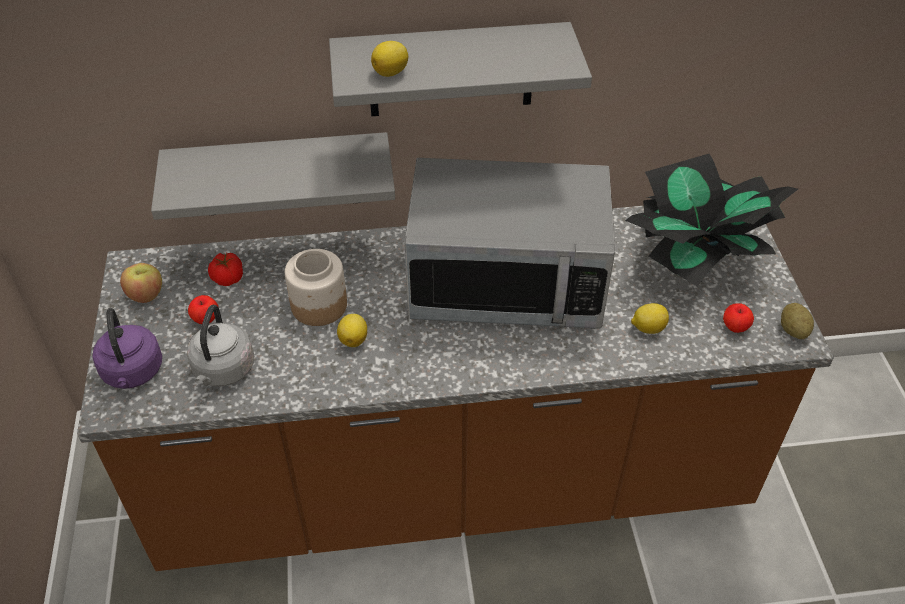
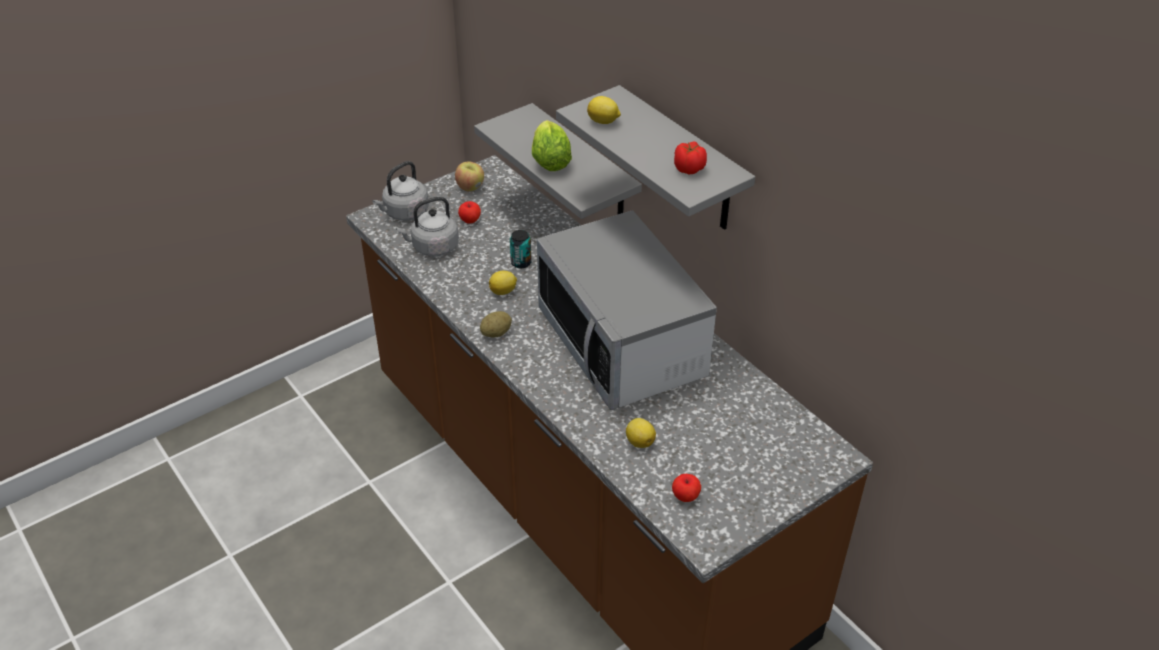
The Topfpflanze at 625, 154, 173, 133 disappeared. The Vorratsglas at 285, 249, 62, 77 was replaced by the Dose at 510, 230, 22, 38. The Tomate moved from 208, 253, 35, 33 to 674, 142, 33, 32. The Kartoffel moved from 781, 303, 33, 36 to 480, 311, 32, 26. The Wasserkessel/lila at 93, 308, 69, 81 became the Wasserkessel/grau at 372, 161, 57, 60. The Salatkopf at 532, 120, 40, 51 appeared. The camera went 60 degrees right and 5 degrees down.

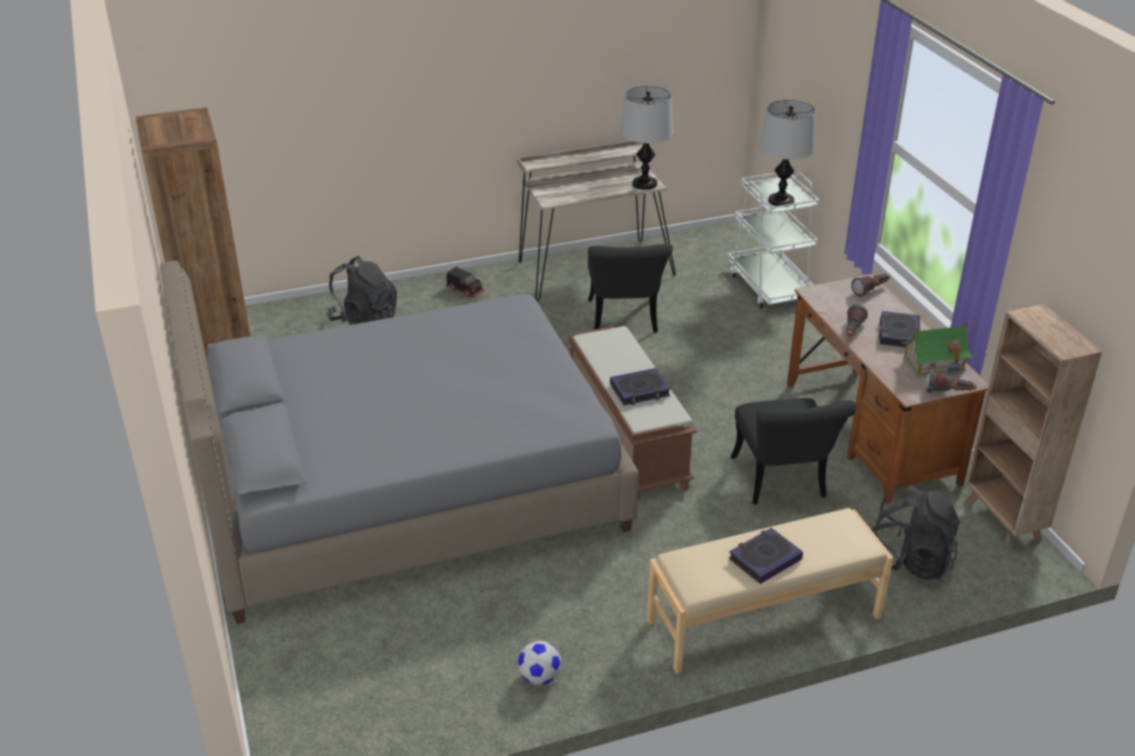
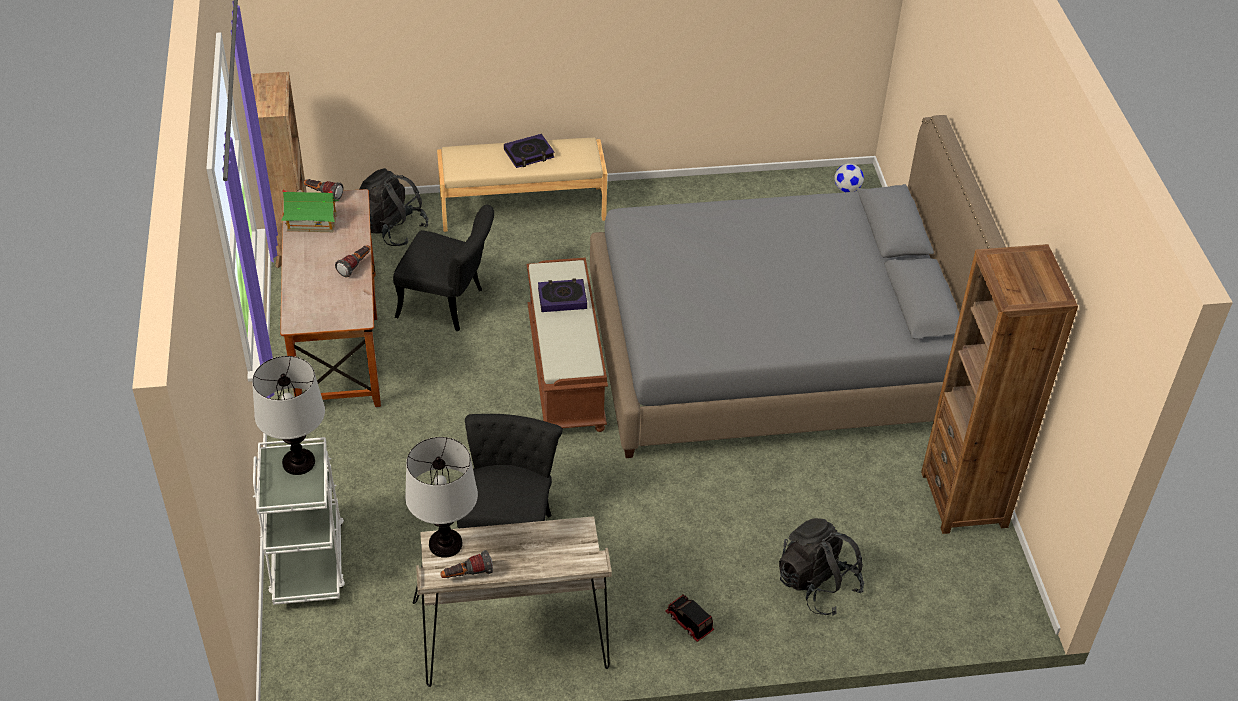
The Taschenlampe moved from 851, 274, 39, 23 to 440, 550, 53, 28. The Buch at 879, 311, 41, 36 disappeared. The Stuhl/schwarz at 731, 398, 126, 107 turned 105 degrees clockwise. The Fußball moved from 518, 641, 43, 44 to 834, 164, 30, 28. The camera went 170 degrees left and 10 degrees up.

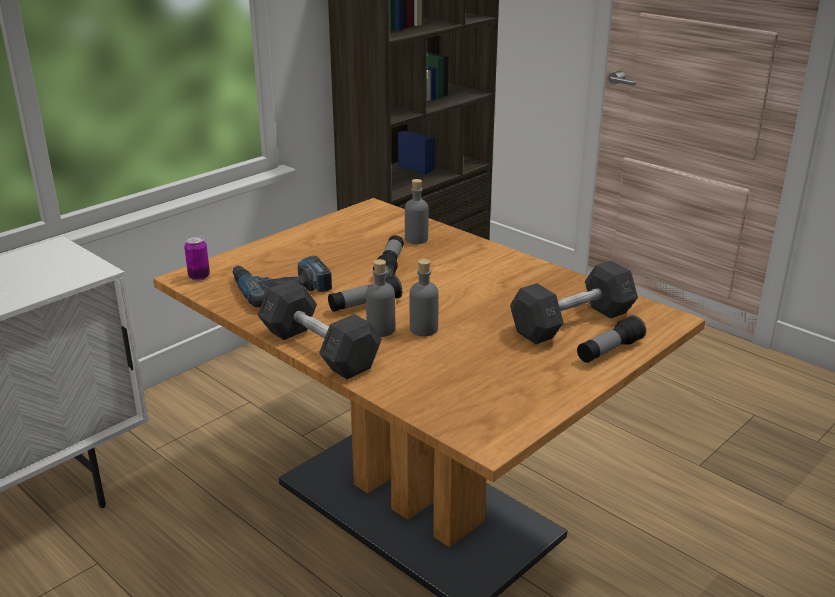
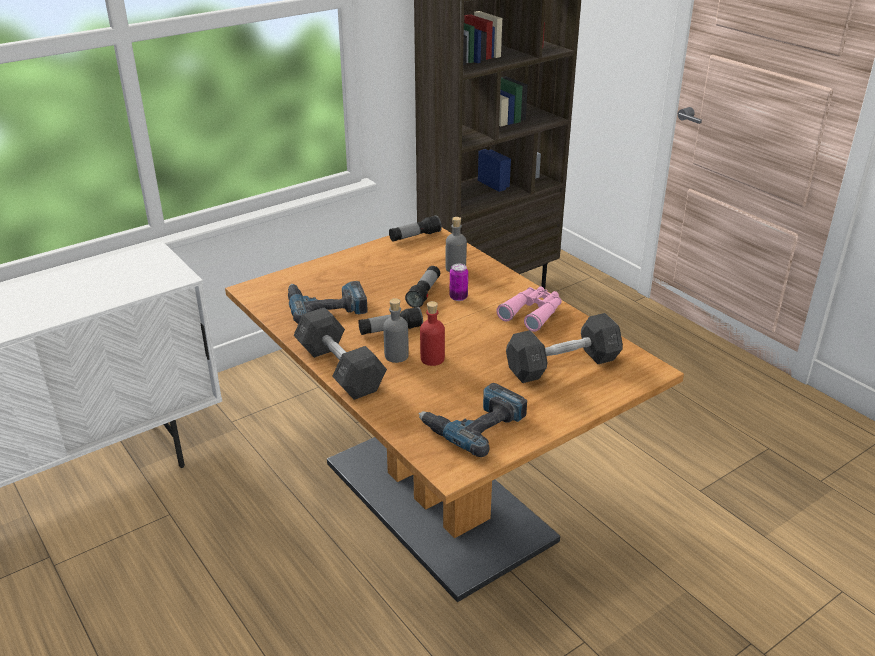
The Dose moved from 184, 236, 26, 45 to 450, 264, 18, 37. The Flasche/grau at 410, 259, 29, 77 became the Flasche/rot at 420, 301, 25, 65. The Taschenlampe moved from 577, 315, 69, 48 to 389, 215, 53, 27. The Fernglas/rosa at 496, 286, 66, 46 appeared. The Bohrmaschine at 418, 383, 109, 74 appeared. The camera went 10 degrees right and 5 degrees up.

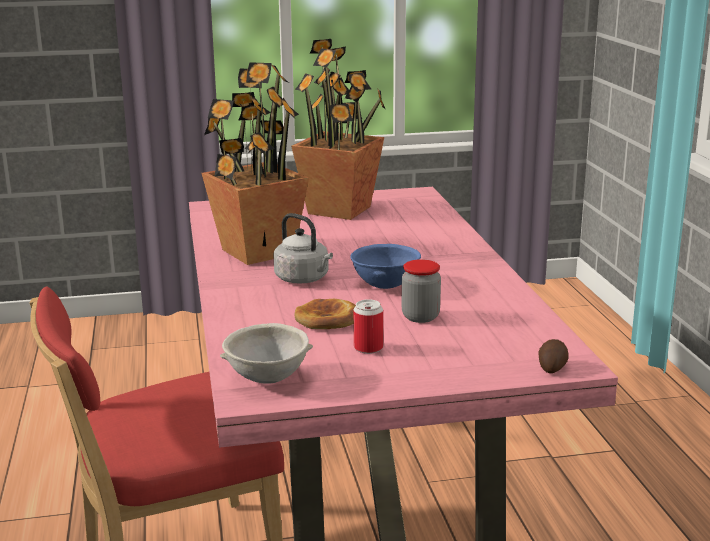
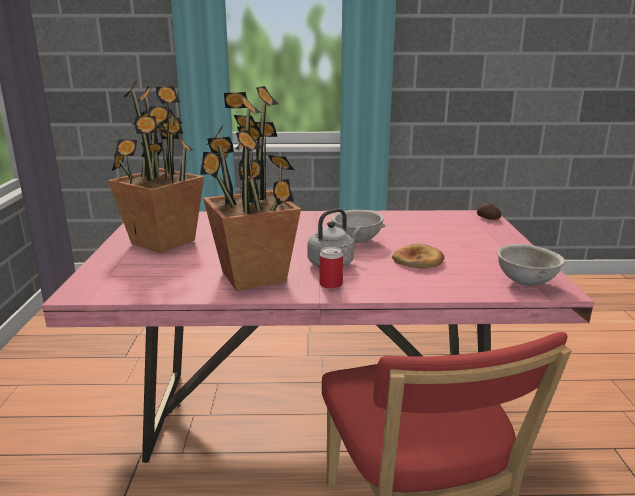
The Schüssel/blau at 350, 244, 71, 45 became the Schüssel/grau at 331, 210, 54, 33. The Vorratsglas at 402, 259, 39, 64 disappeared. The Dose moved from 354, 299, 29, 55 to 320, 247, 23, 42. The camera went 80 degrees left and 0 degrees up.

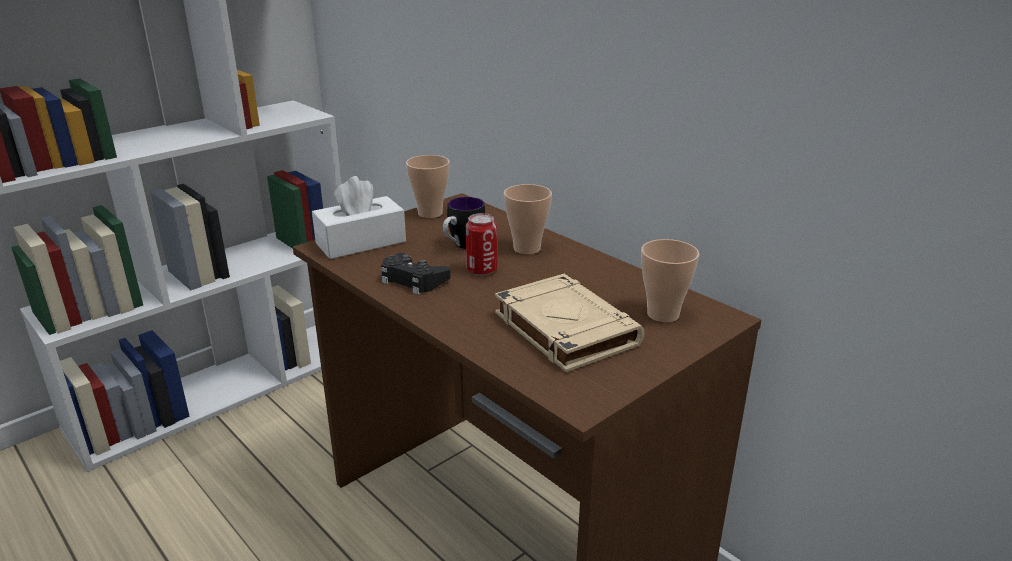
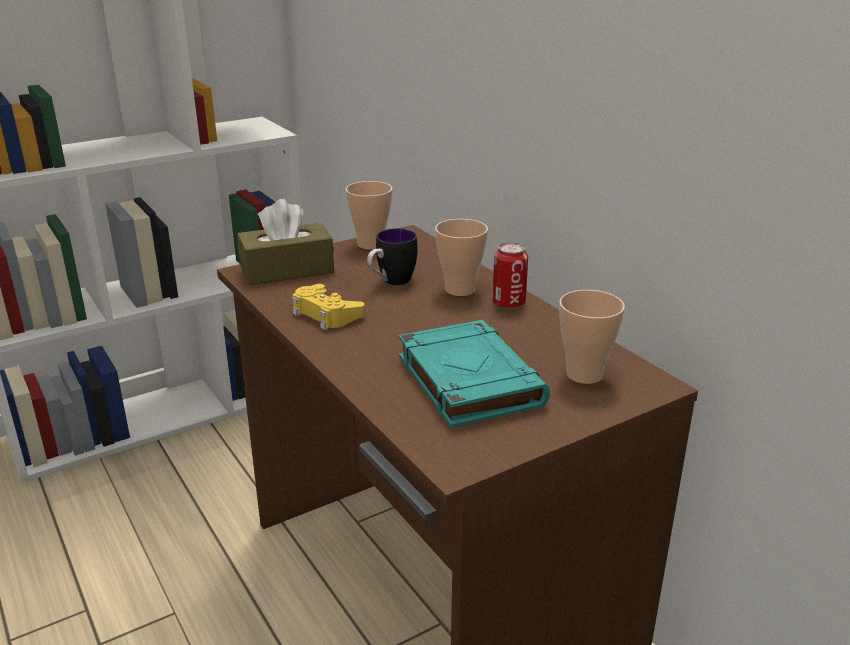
The Taschentuchbox/weiß at 312, 176, 94, 83 became the Taschentuchbox/braun at 237, 199, 97, 86. The Dose moved from 466, 213, 32, 63 to 492, 242, 36, 67. The Gamepad/schwarz at 381, 253, 70, 42 became the Gamepad/gelb at 292, 284, 73, 46. The Buch/beige at 495, 274, 150, 98 became the Buch/türkis at 399, 320, 151, 108. The camera went 10 degrees right and 0 degrees up.

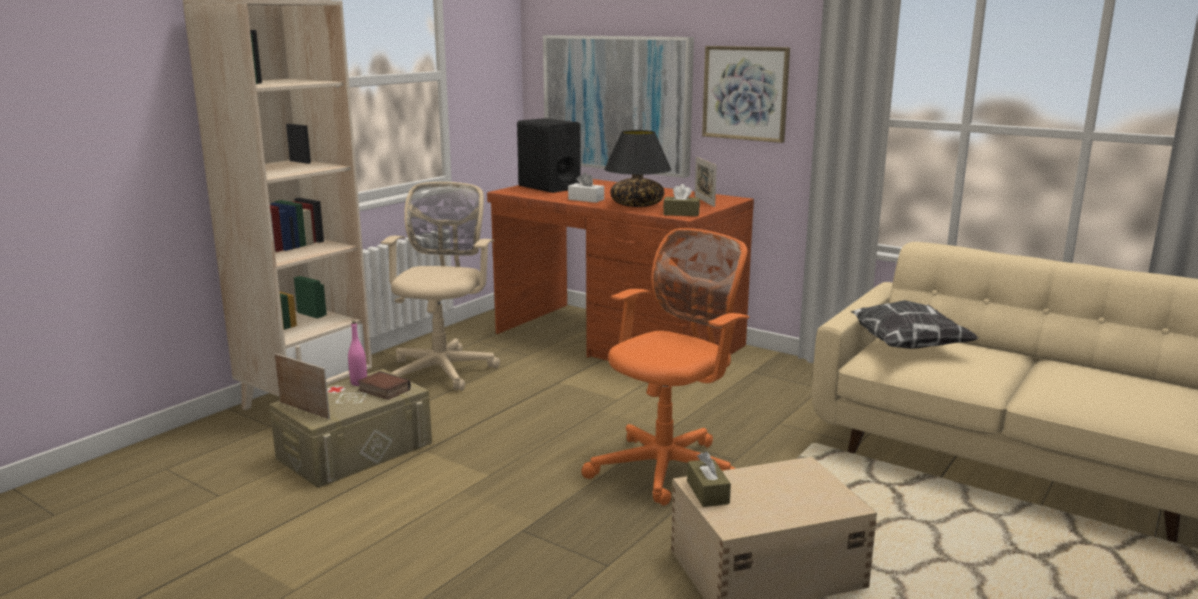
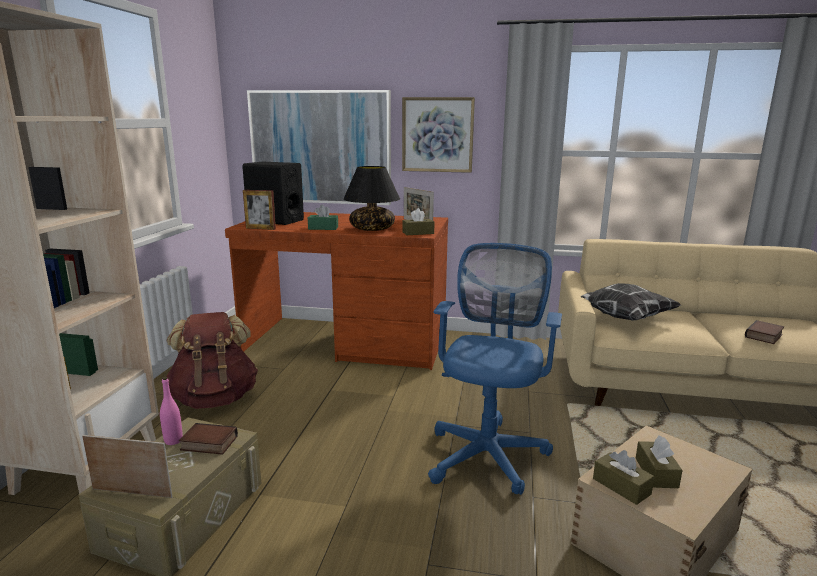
The Taschentuchbox/weiß at 568, 172, 36, 31 became the Taschentuchbox/grün at 308, 205, 30, 25. The Bürostuhl/beige at 381, 182, 119, 209 was replaced by the Rucksack/braun at 166, 312, 92, 97. The Bürostuhl/orange at 581, 228, 168, 278 became the Bürostuhl/blau at 428, 243, 134, 252. The Bilderrahmen at 243, 190, 33, 40 appeared. The Buch at 745, 320, 39, 24 appeared. The Taschentuchbox/braun at 636, 435, 47, 53 appeared. The camera went 25 degrees left and 0 degrees up.

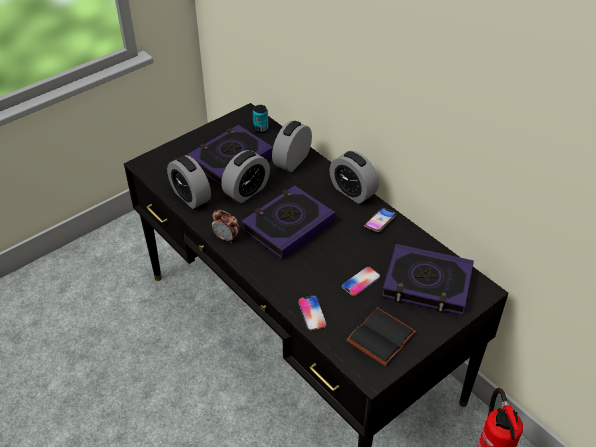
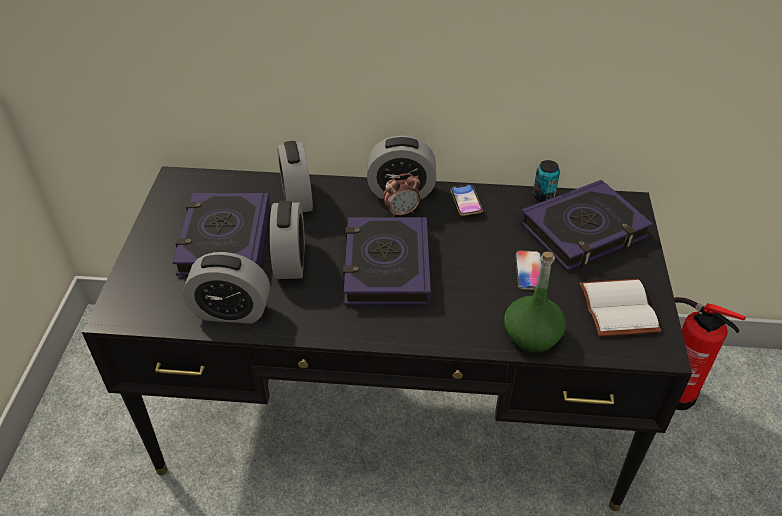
The Dose moved from 253, 105, 15, 28 to 533, 160, 27, 42. The Wecker moved from 211, 210, 28, 33 to 383, 173, 37, 44. The Handy at 298, 295, 29, 35 was replaced by the Flasche/grün at 504, 251, 62, 102. The Buch/schwarz at 346, 308, 70, 58 became the Buch/weiß at 580, 279, 81, 57. The camera went 45 degrees left and 0 degrees up.

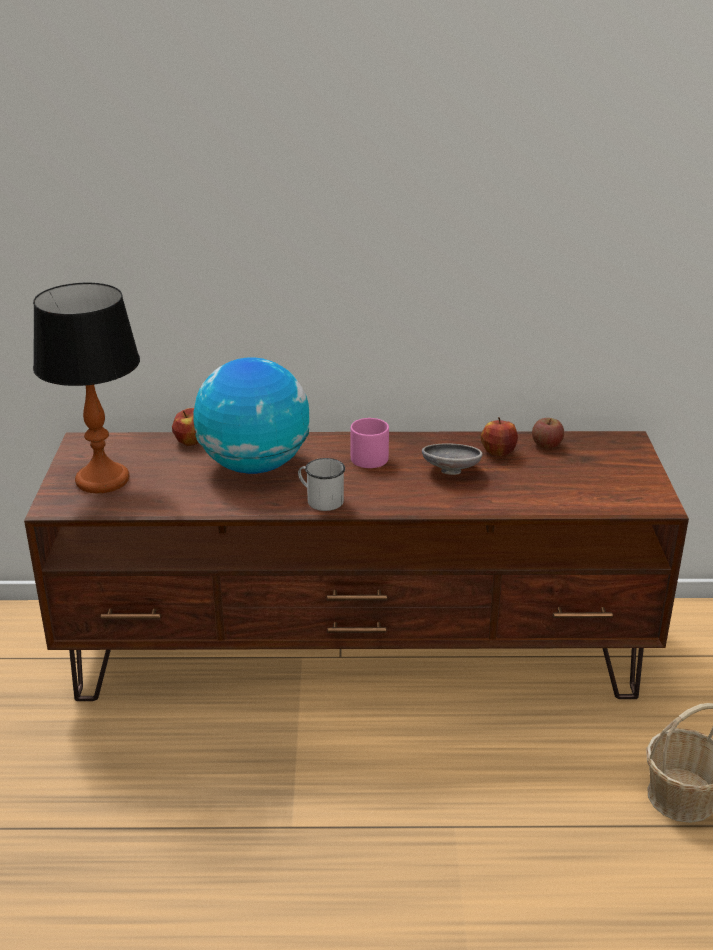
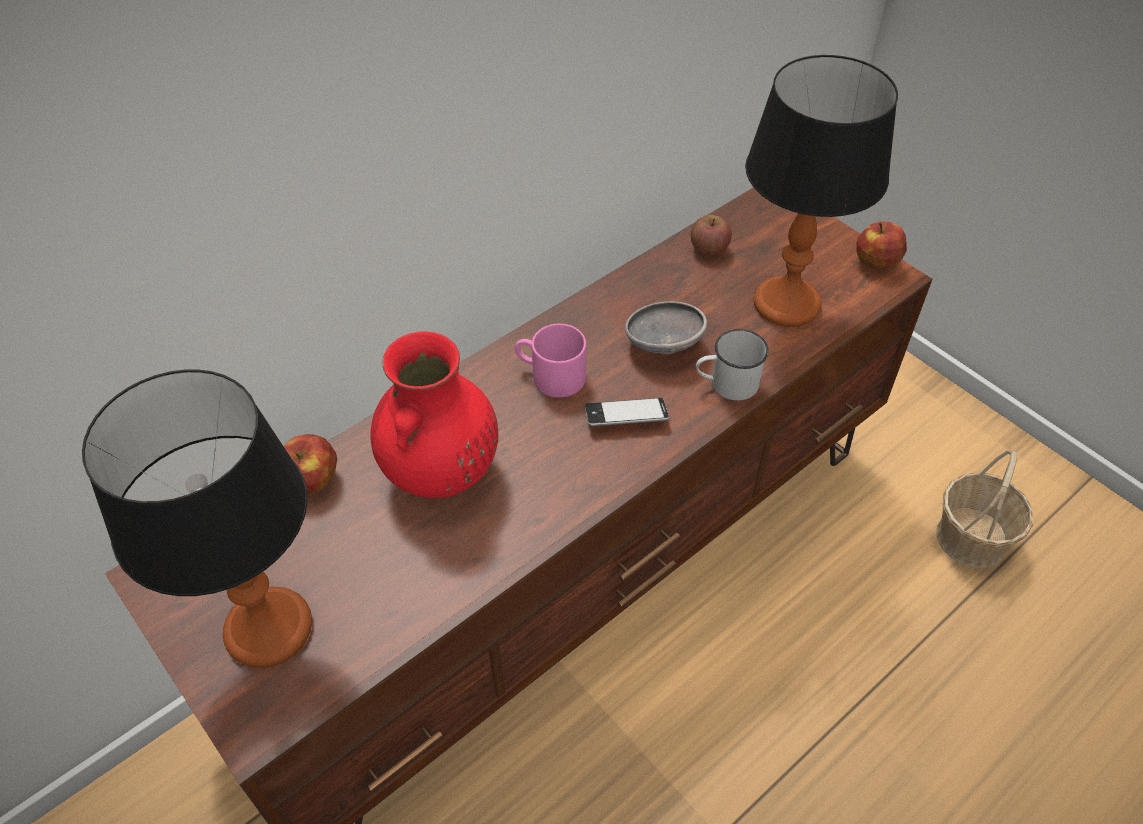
The Globus at 193, 357, 116, 117 was replaced by the Vase/rot at 370, 331, 128, 167. The Apfel moved from 481, 417, 37, 39 to 856, 221, 51, 49. The Henkelbecher/weiß moved from 298, 458, 47, 53 to 696, 329, 73, 72. The Tischlampe at 745, 55, 153, 272 appeared. The Handy at 585, 398, 84, 28 appeared. The camera went 40 degrees left and 20 degrees up.

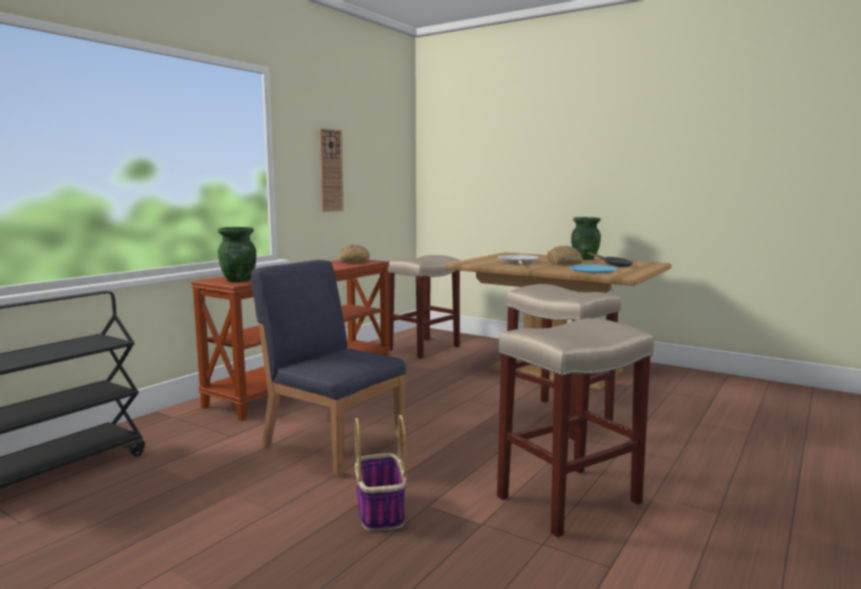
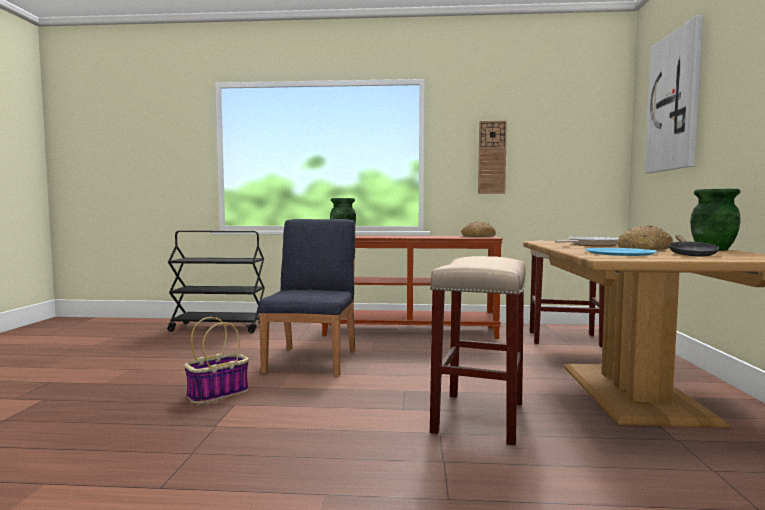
The Hocker/beige at 497, 318, 157, 219 disappeared. The Bild at 645, 15, 58, 158 appeared. The camera went 60 degrees right and 5 degrees down.

